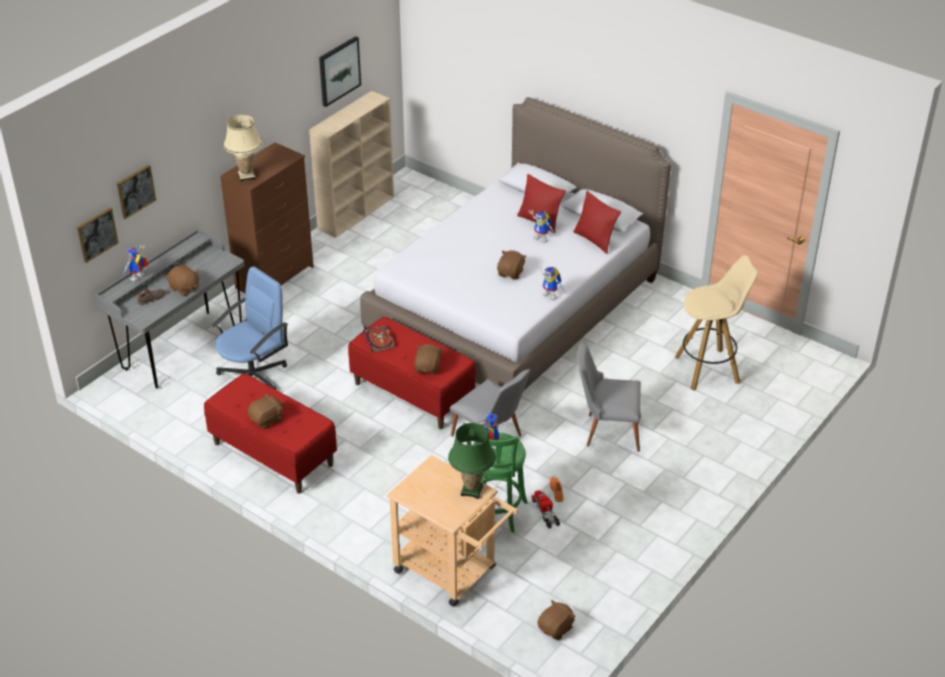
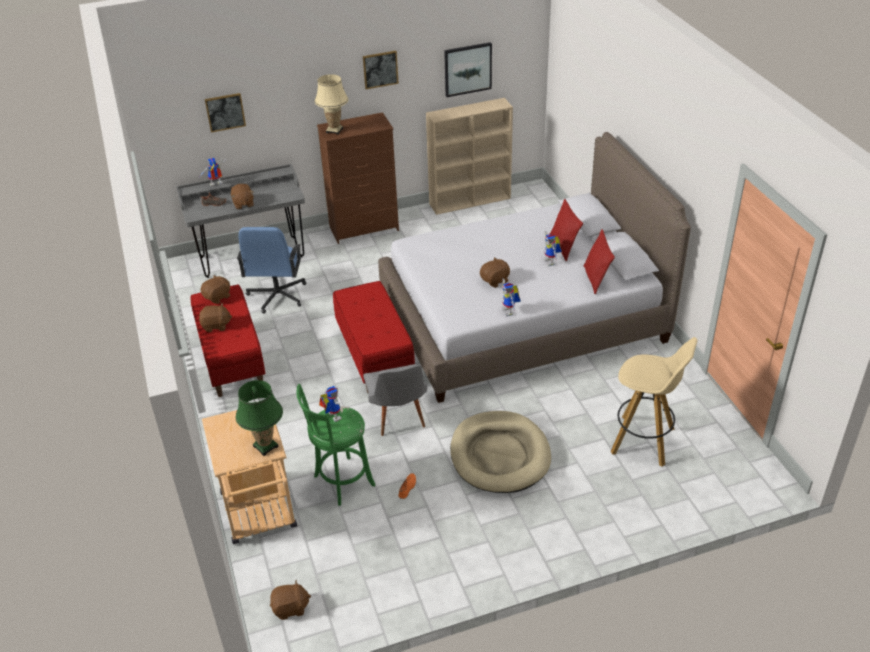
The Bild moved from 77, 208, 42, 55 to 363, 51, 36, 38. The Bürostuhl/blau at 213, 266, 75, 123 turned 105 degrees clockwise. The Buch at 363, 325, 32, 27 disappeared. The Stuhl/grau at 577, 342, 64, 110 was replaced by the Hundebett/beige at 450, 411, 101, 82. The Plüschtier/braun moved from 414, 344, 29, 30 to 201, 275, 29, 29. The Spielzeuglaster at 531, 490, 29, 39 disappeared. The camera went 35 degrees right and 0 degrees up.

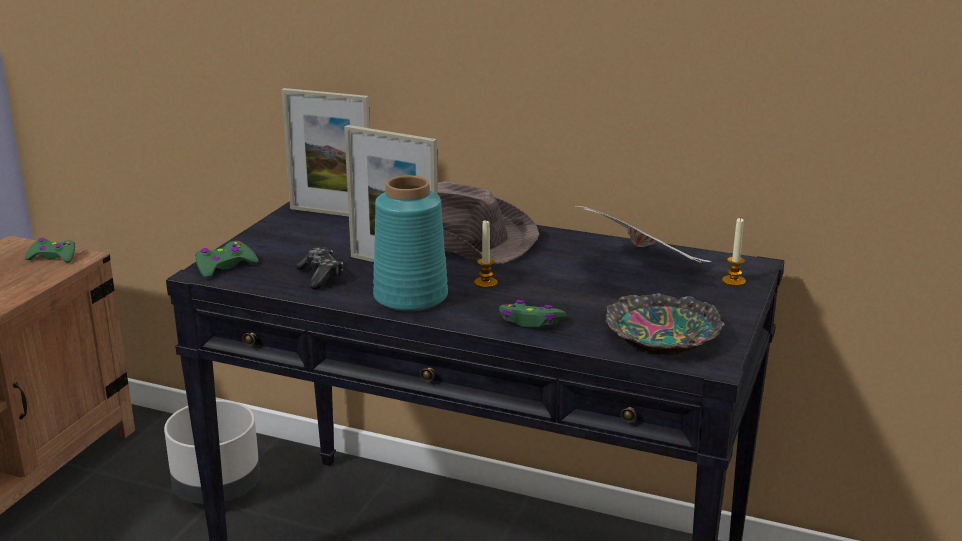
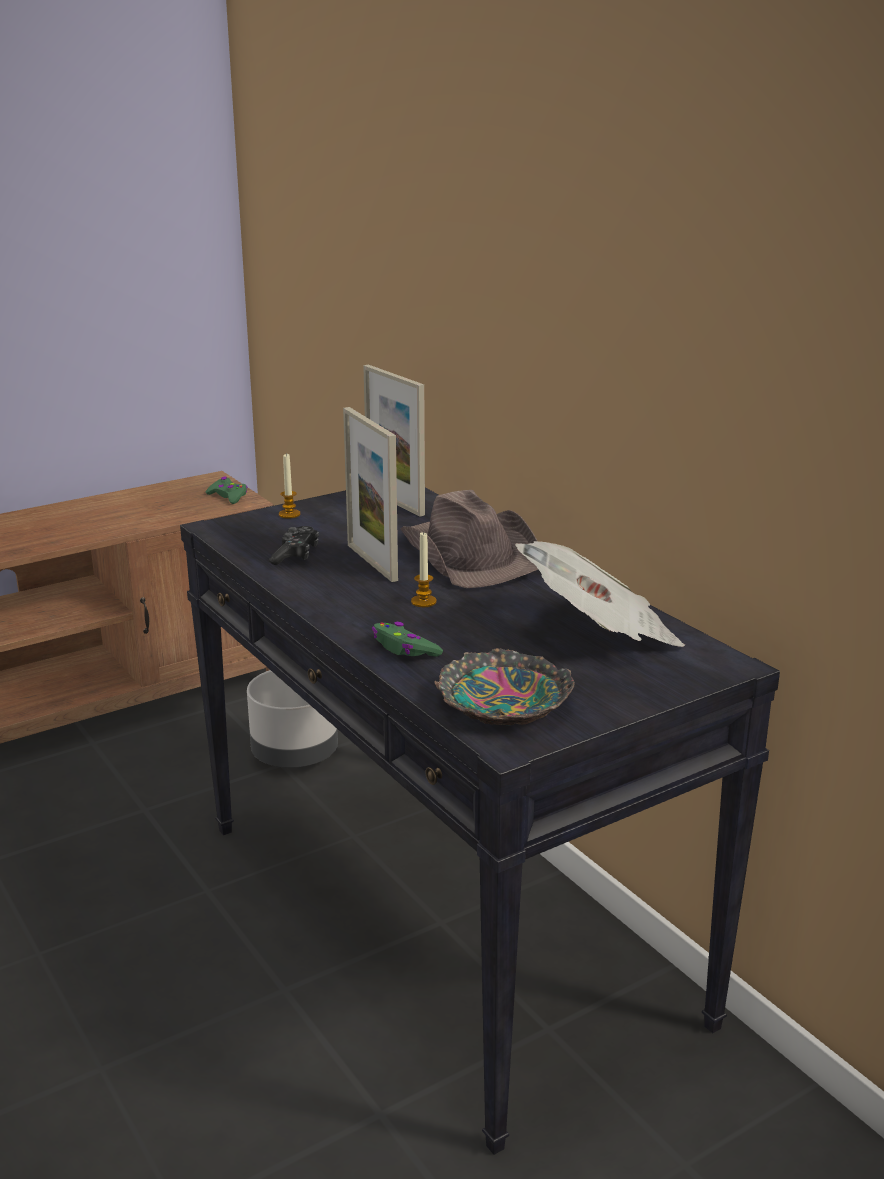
The Vase/türkis at 373, 175, 75, 136 disappeared. The Kerze moved from 722, 217, 24, 69 to 279, 453, 22, 66. The Gamepad/grün at 195, 241, 63, 37 disappeared. The camera went 35 degrees right and 0 degrees up.

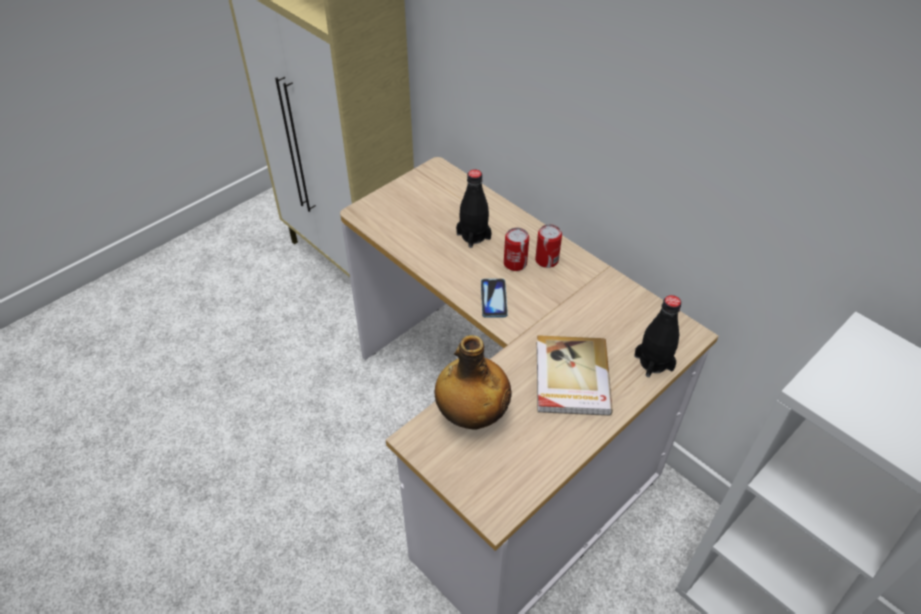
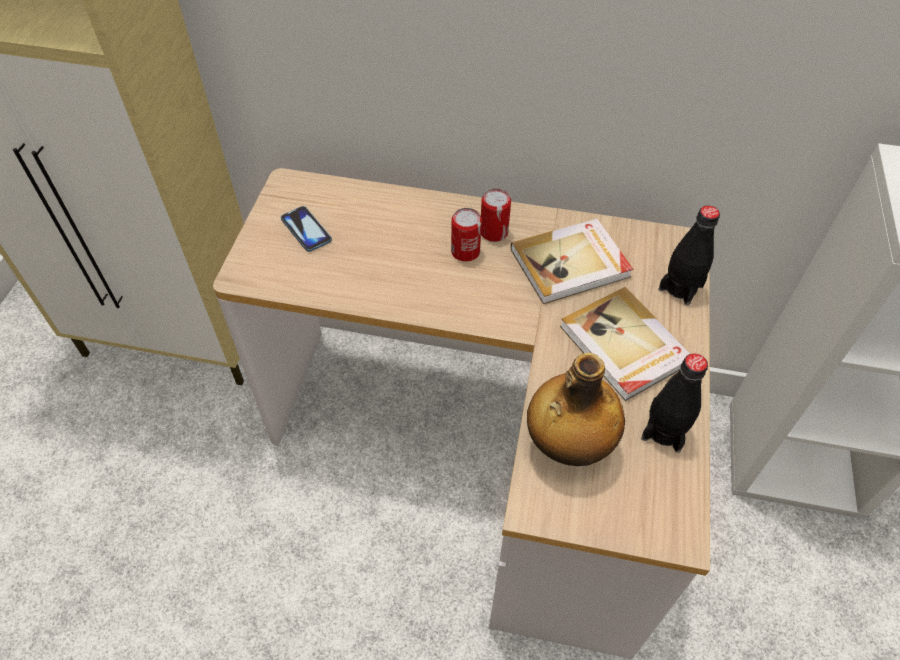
The Flasche/schwarz moved from 456, 169, 36, 79 to 641, 353, 67, 100. The Handy moved from 481, 279, 27, 39 to 281, 206, 51, 46. The Buch at 511, 218, 122, 86 appeared. The camera went 35 degrees left and 5 degrees up.

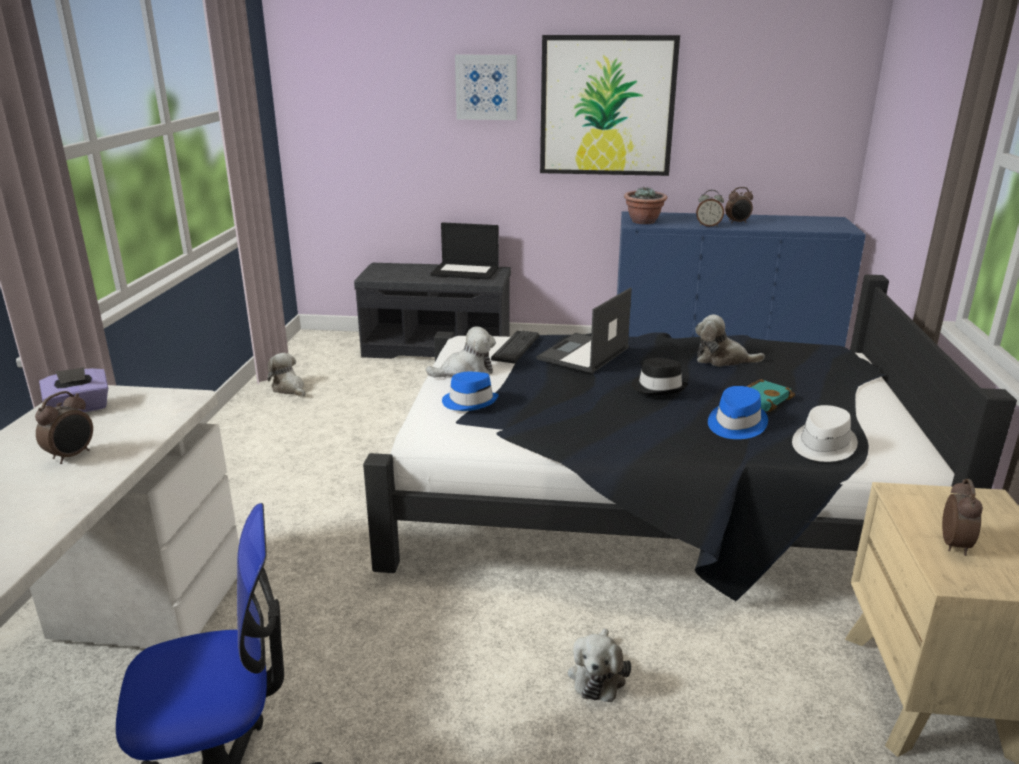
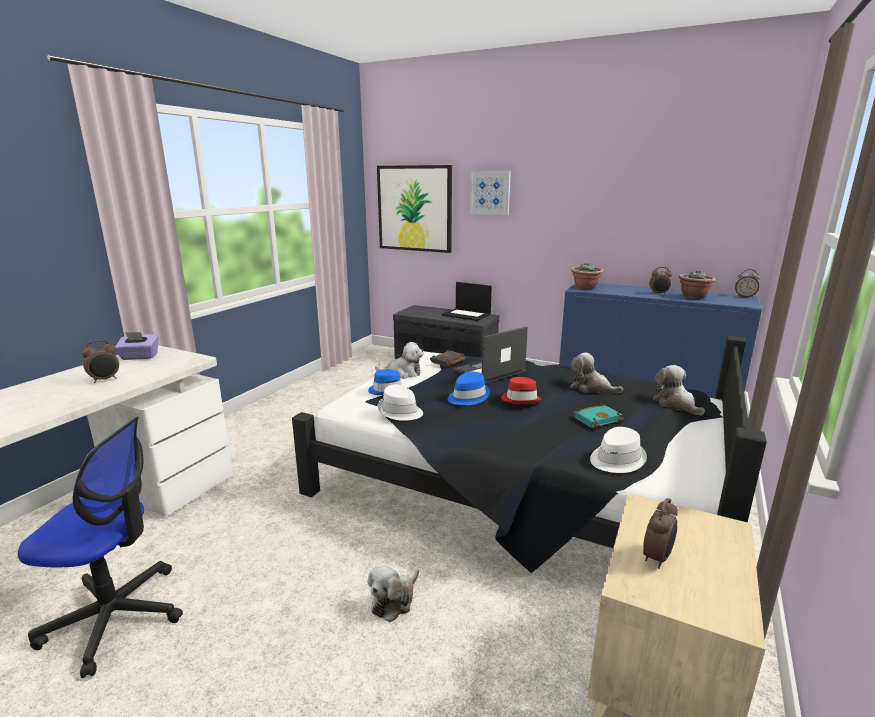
The Bild moved from 540, 35, 140, 141 to 377, 165, 75, 88. The Wecker moved from 696, 190, 28, 37 to 735, 269, 25, 29. The Tastatur at 491, 331, 48, 32 was replaced by the Buch/schwarz at 430, 350, 36, 17. The Plüschtier moved from 268, 353, 38, 44 to 653, 365, 52, 51. The Hut/schwarz at 632, 358, 56, 37 became the Hut/rot at 501, 377, 41, 27. The Hut/blau moved from 708, 386, 60, 53 to 448, 372, 42, 33. The Topfpflanze at 679, 270, 37, 30 appeared. The Hut/weiß at 378, 384, 45, 37 appeared. The camera went 20 degrees right and 5 degrees down.

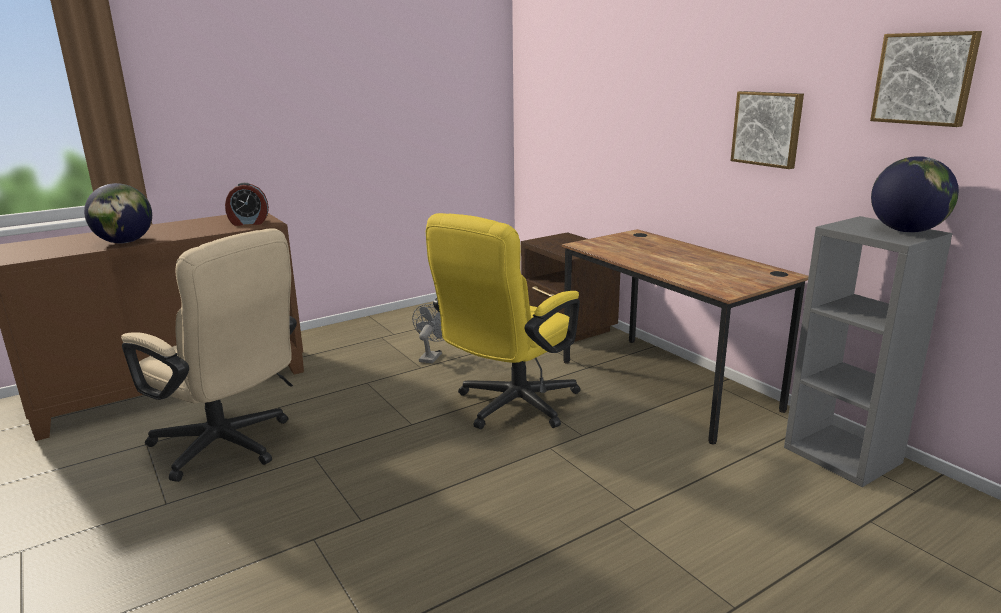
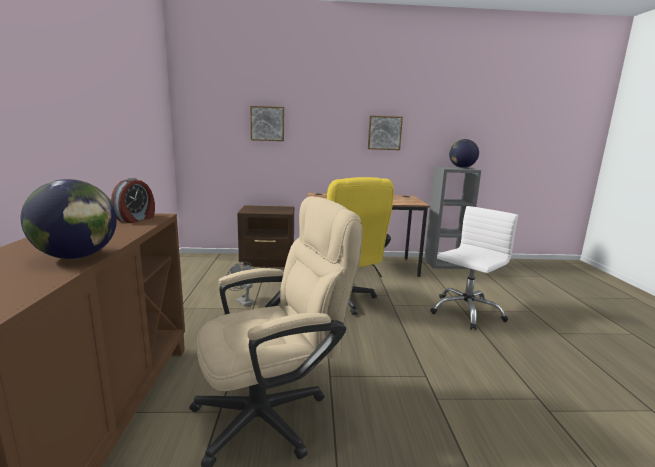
The Bild moved from 870, 31, 112, 96 to 250, 106, 34, 35. The Bürostuhl/weiß at 430, 206, 88, 124 appeared. The camera went 60 degrees left and 5 degrees down.

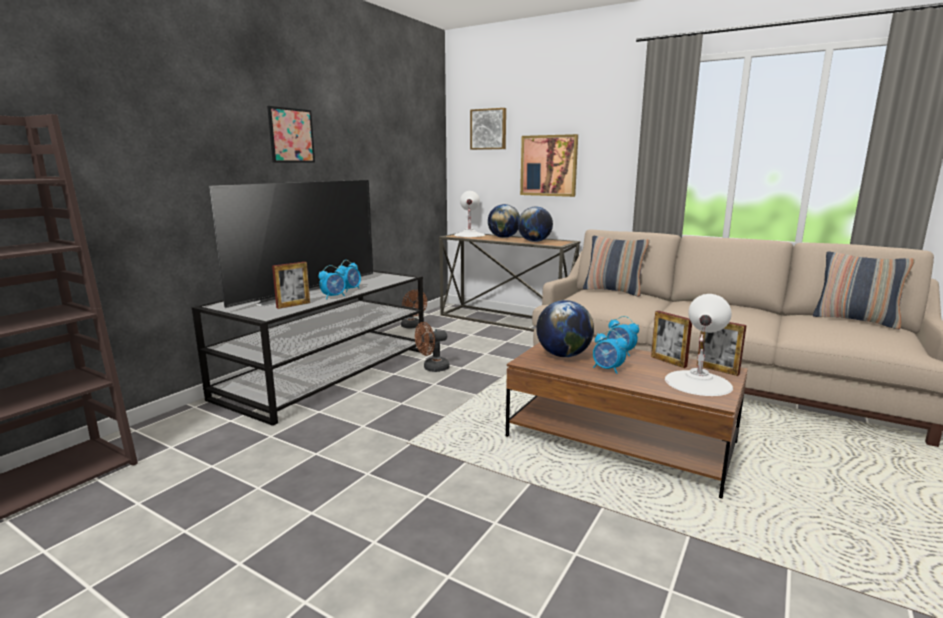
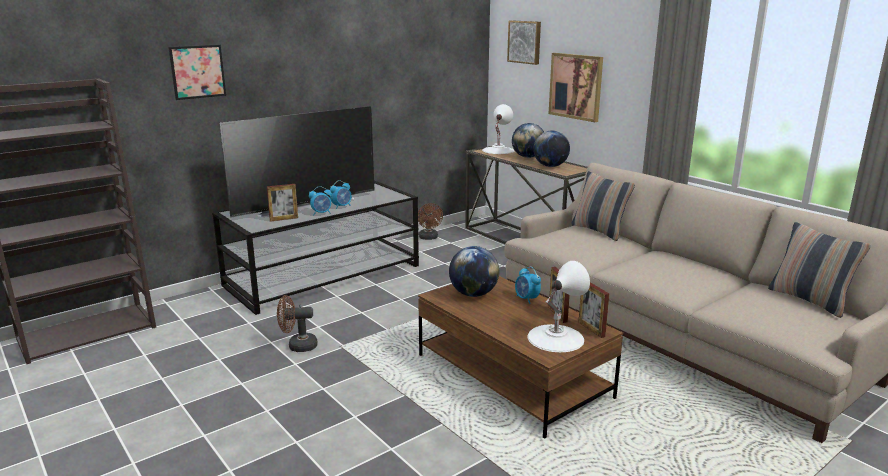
The Bild moved from 267, 106, 48, 57 to 168, 45, 58, 55. The Ventilator/braun moved from 415, 322, 35, 50 to 277, 295, 41, 57. The Wecker at 593, 330, 35, 44 disappeared. The camera went 20 degrees right and 5 degrees up.

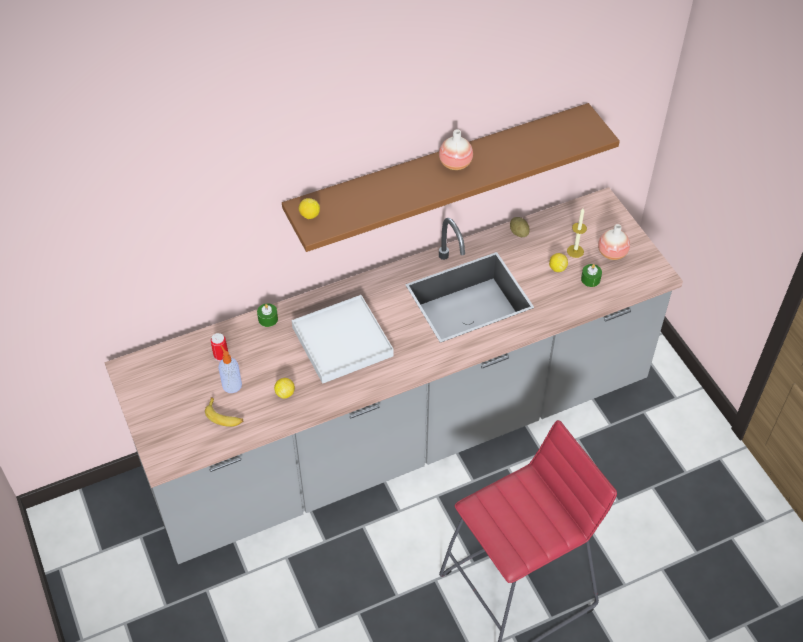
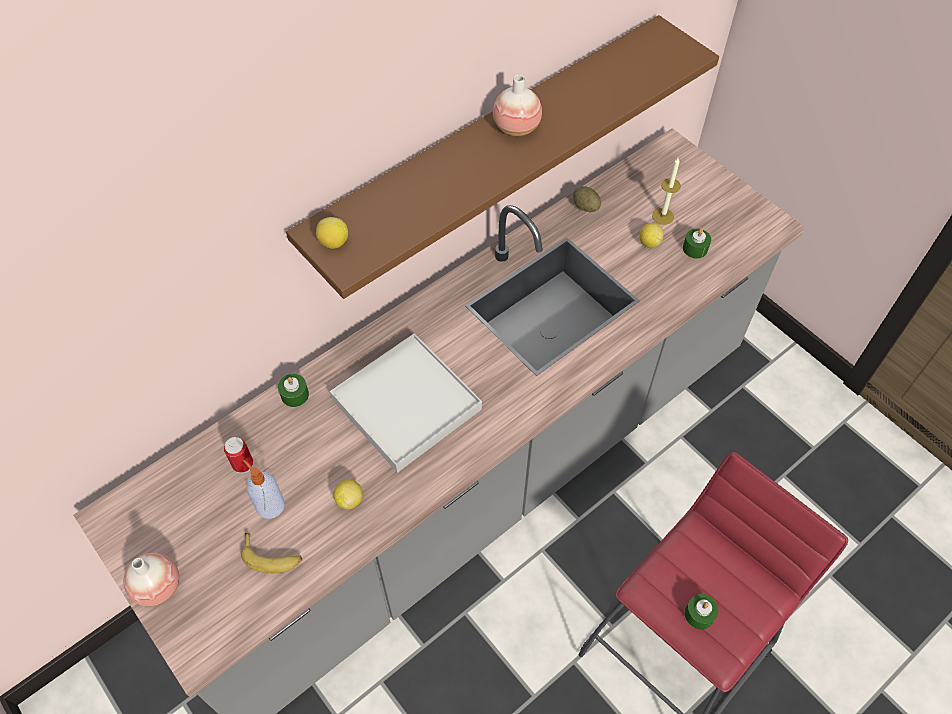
The Vase moved from 598, 224, 32, 36 to 123, 553, 56, 54. The Kerze/grün at 684, 594, 34, 35 appeared. The camera went 15 degrees left and 5 degrees up.

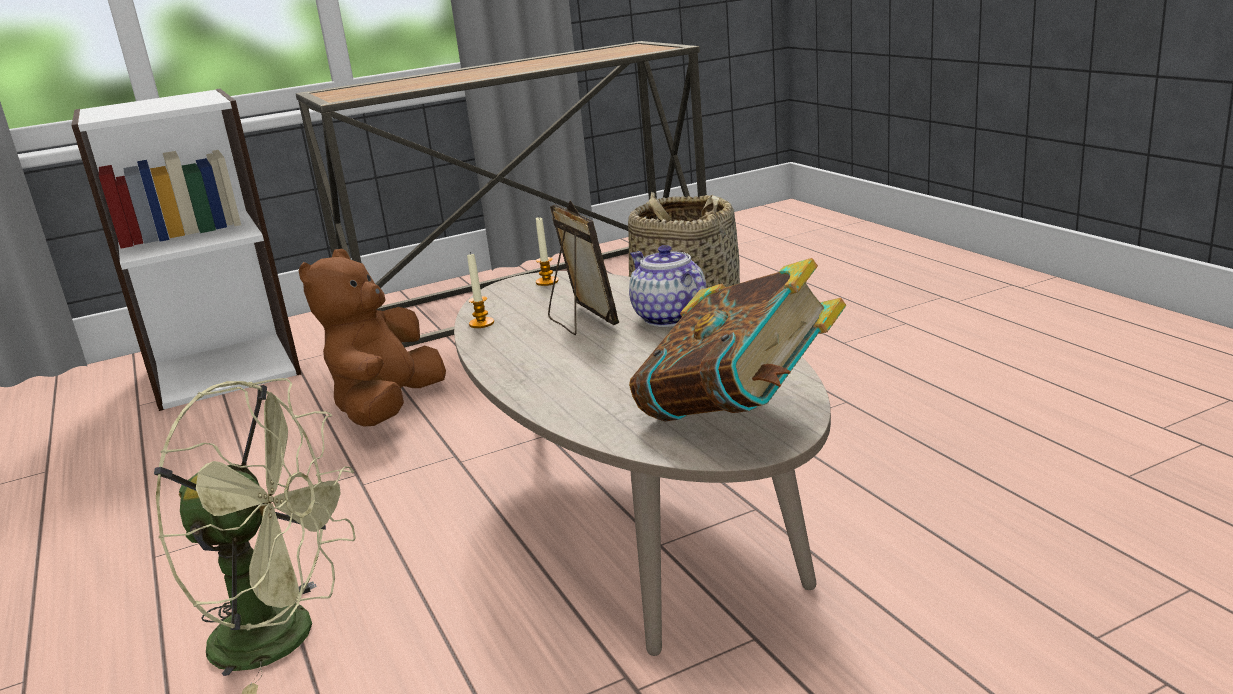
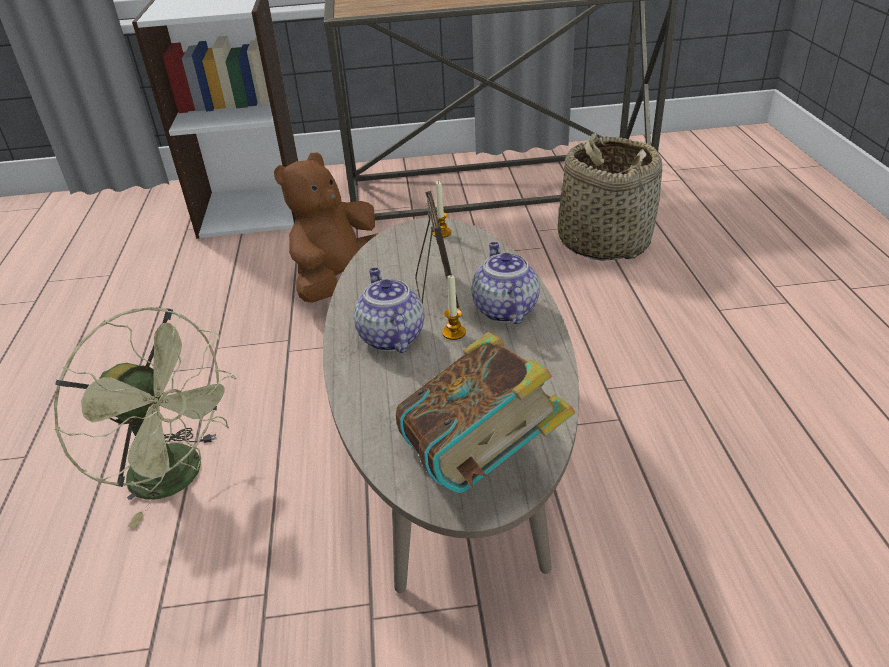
The Kerze moved from 467, 252, 27, 76 to 442, 275, 24, 65. The Teekanne at 354, 268, 70, 85 appeared. The camera went 20 degrees right and 15 degrees up.

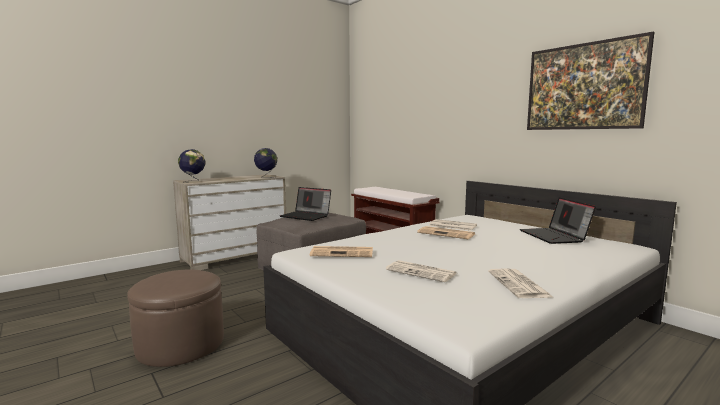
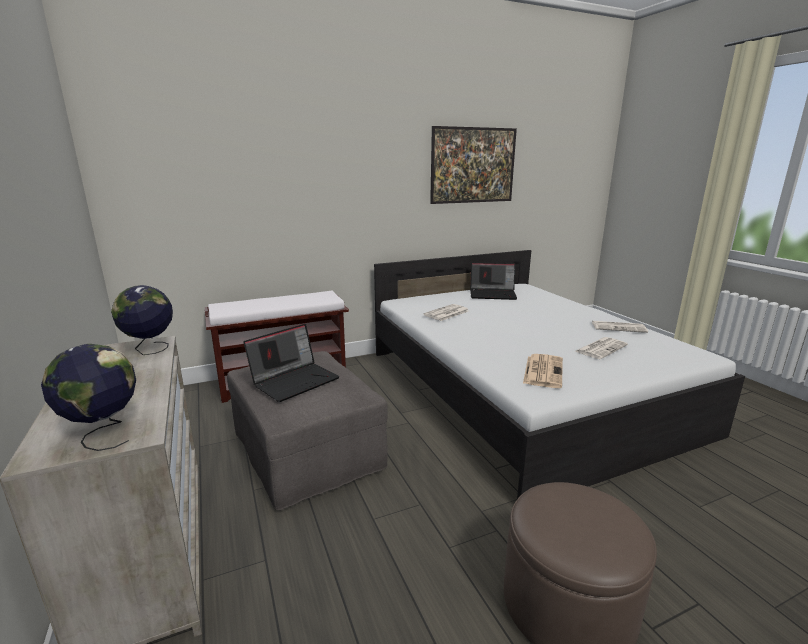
The Zeitung at 417, 226, 58, 13 disappeared. The camera went 75 degrees left and 10 degrees up.

